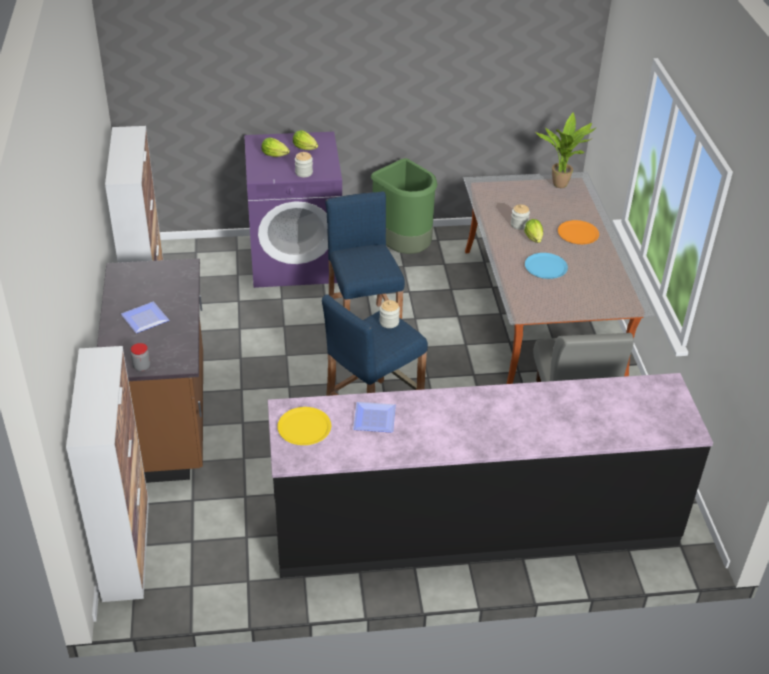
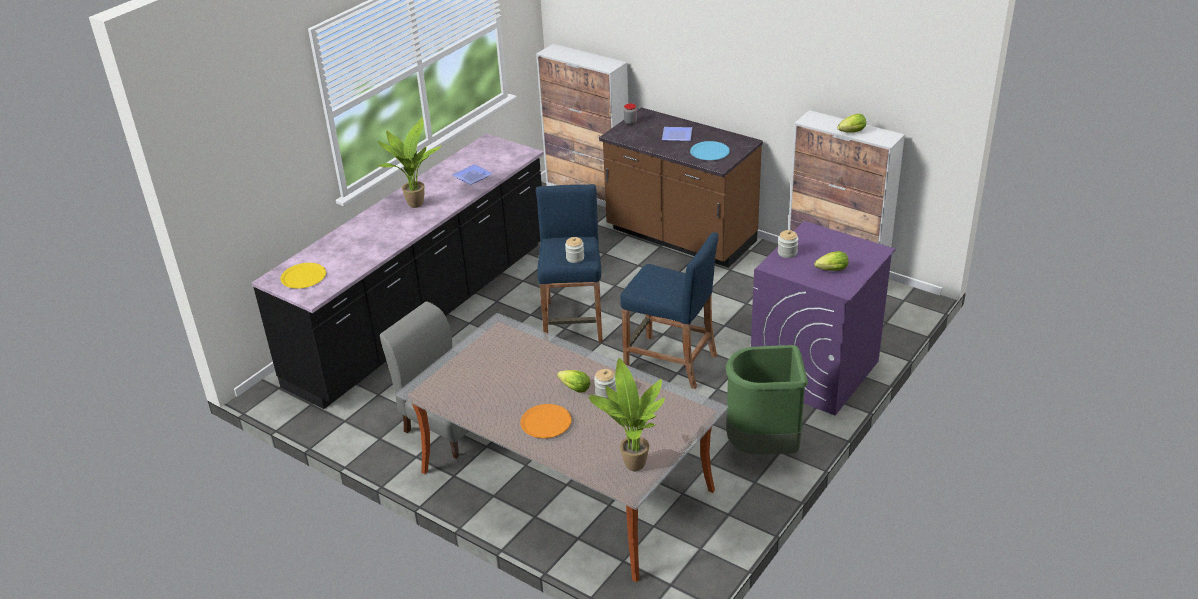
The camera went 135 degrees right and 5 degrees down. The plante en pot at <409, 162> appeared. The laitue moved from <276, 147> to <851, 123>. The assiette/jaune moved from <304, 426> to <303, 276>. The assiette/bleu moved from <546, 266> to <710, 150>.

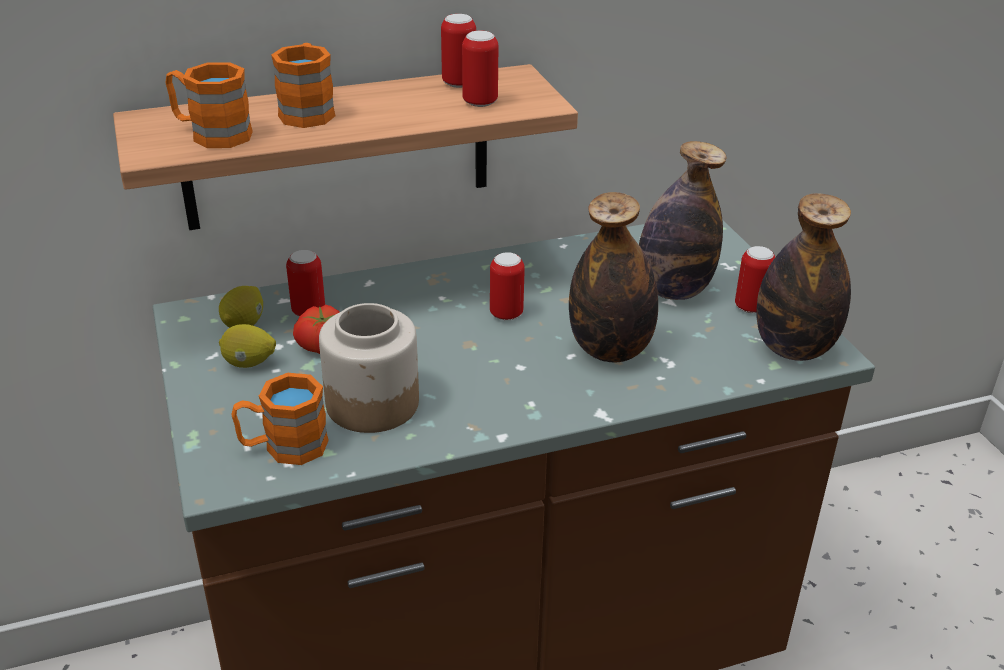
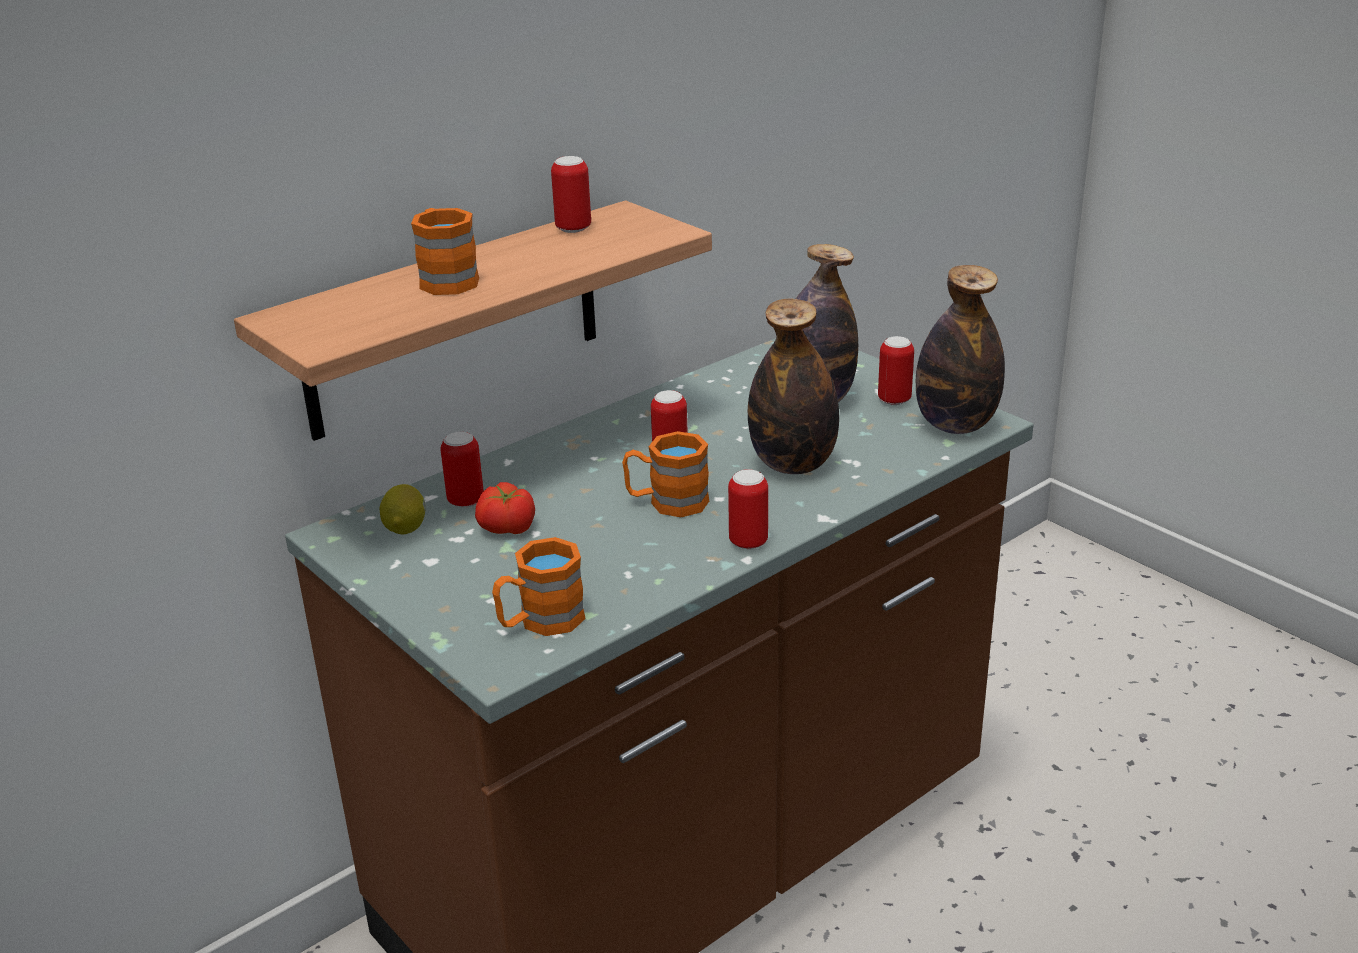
The camera went 20 degrees left and 5 degrees down. The citron at <247, 346> disappeared. The bocal at <369, 368> disappeared. The mug/orange moved from <209, 105> to <665, 474>. The boîte métallique moved from <480, 69> to <748, 509>.

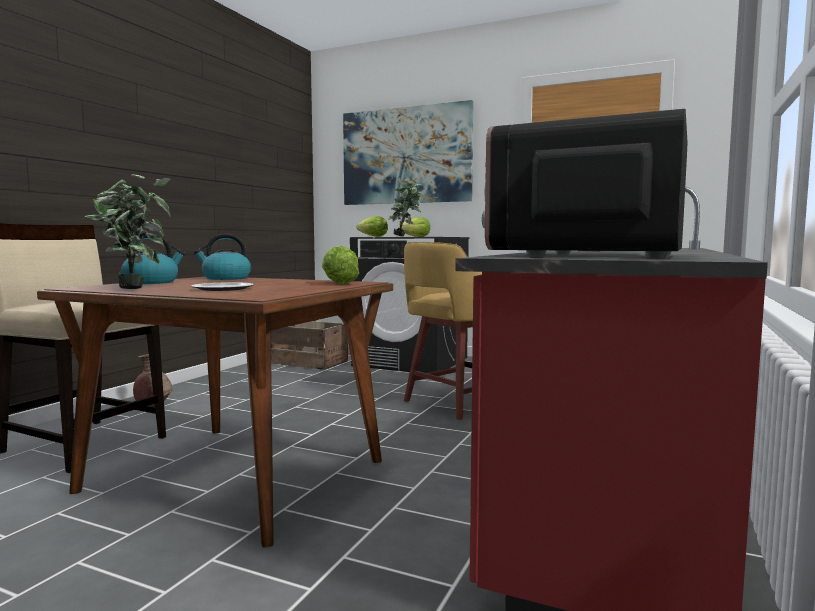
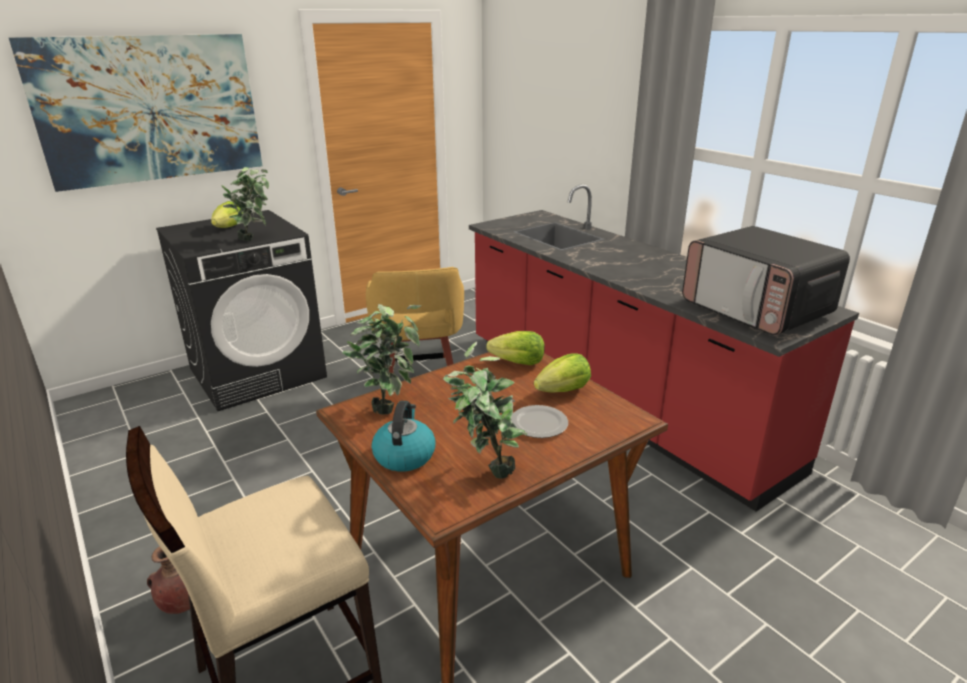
The camera went 60 degrees left and 20 degrees up. The caisse at <309, 345> disappeared. The laitue moved from <372, 226> to <562, 373>. The bouilloire at <222, 257> was replaced by the plante en pot at <382, 359>.

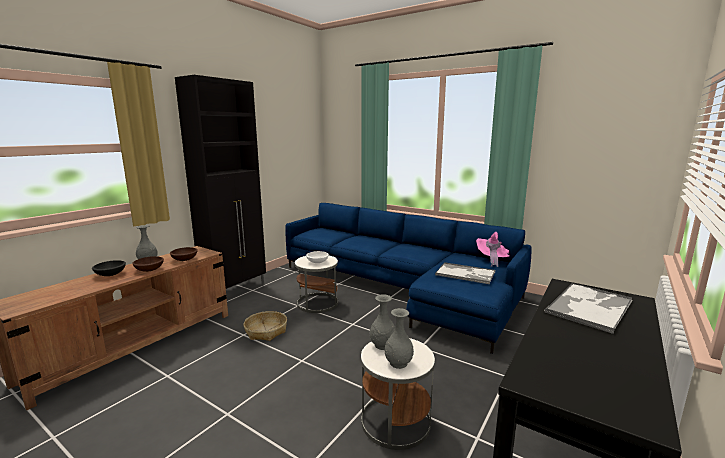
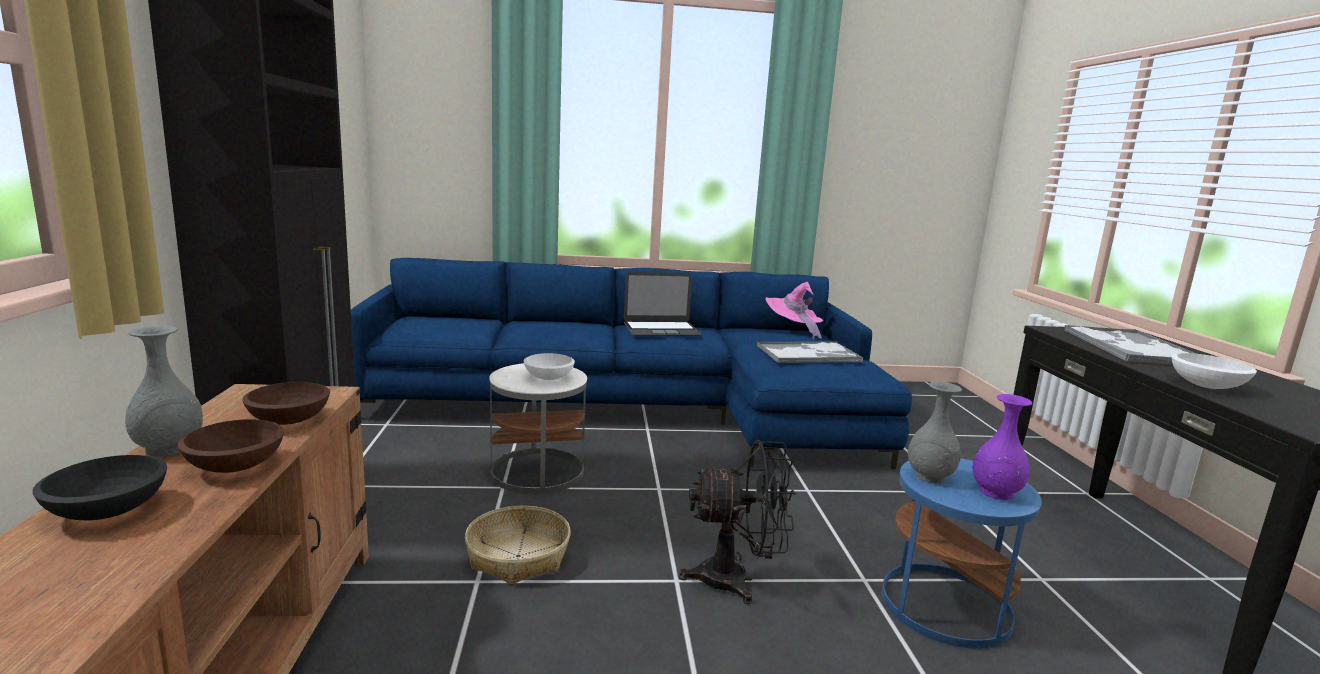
The camera went 40 degrees left and 0 degrees up. The ordinateur portable at <663, 304> appeared. The ventilateur/noir at <737, 522> appeared. The bol/blanc at <1214, 371> appeared. The table d'appoint/blanc at <398, 394> became the table d'appoint/bleu at <962, 553>. The vase/gris at <399, 338> became the vase/violet at <1002, 447>.

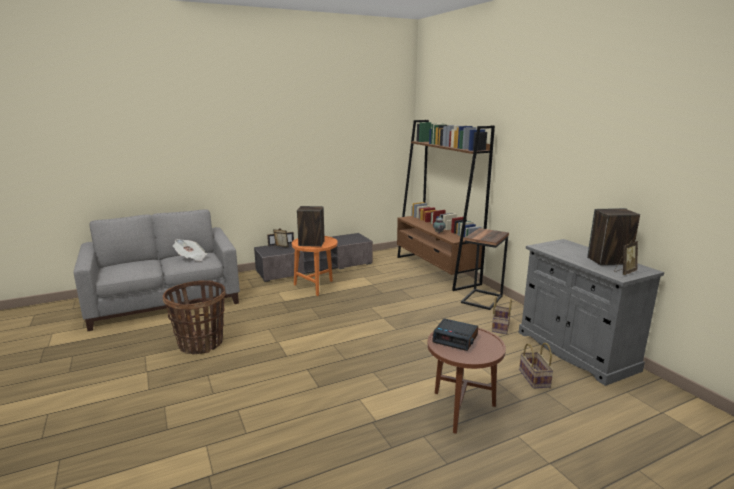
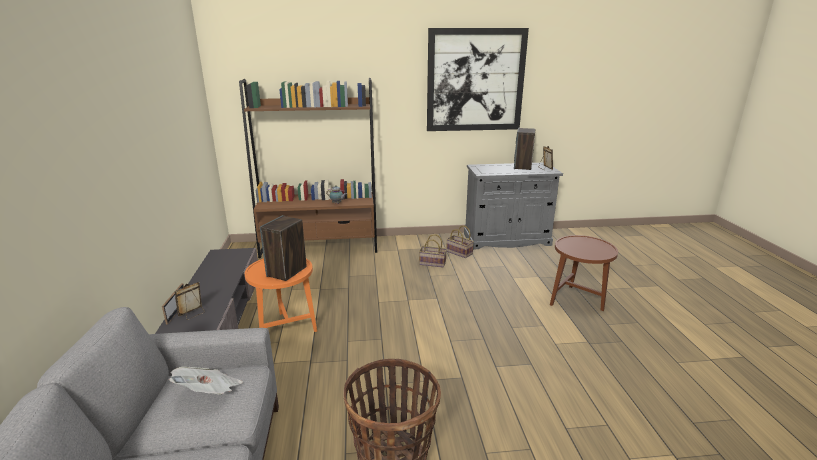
The camera went 70 degrees left and 5 degrees up. The réveil at <455, 334> disappeared. The table d'appoint at <485, 269> disappeared. The tableau at <478, 79> appeared. The panier moved from <536, 366> to <433, 251>.

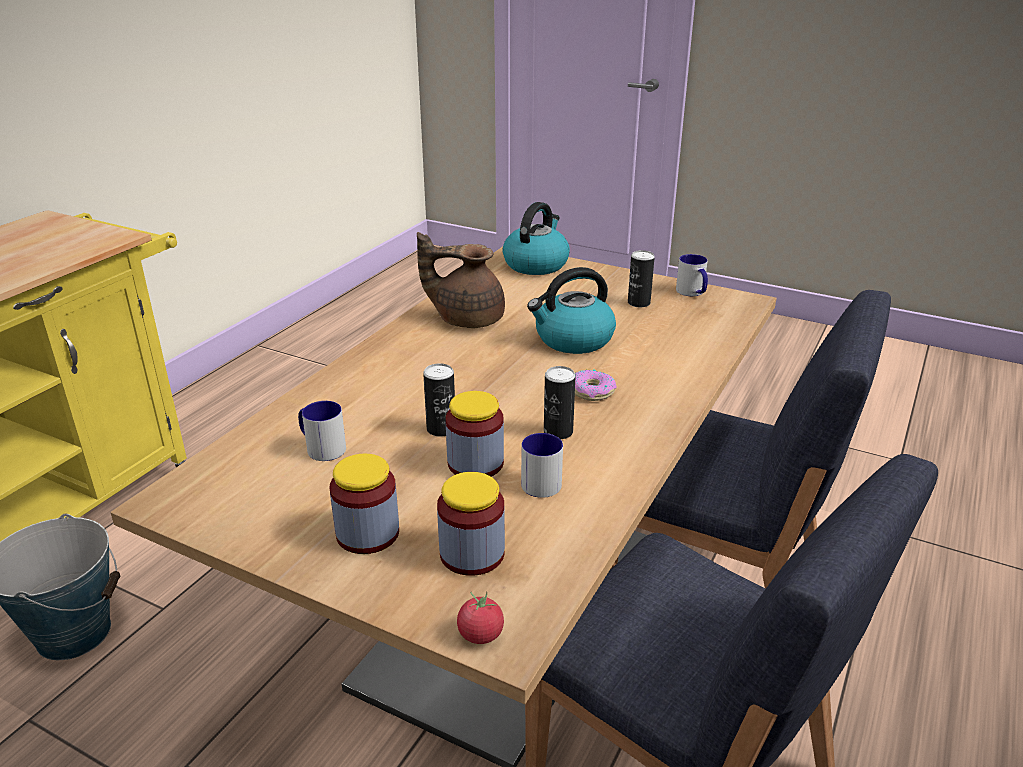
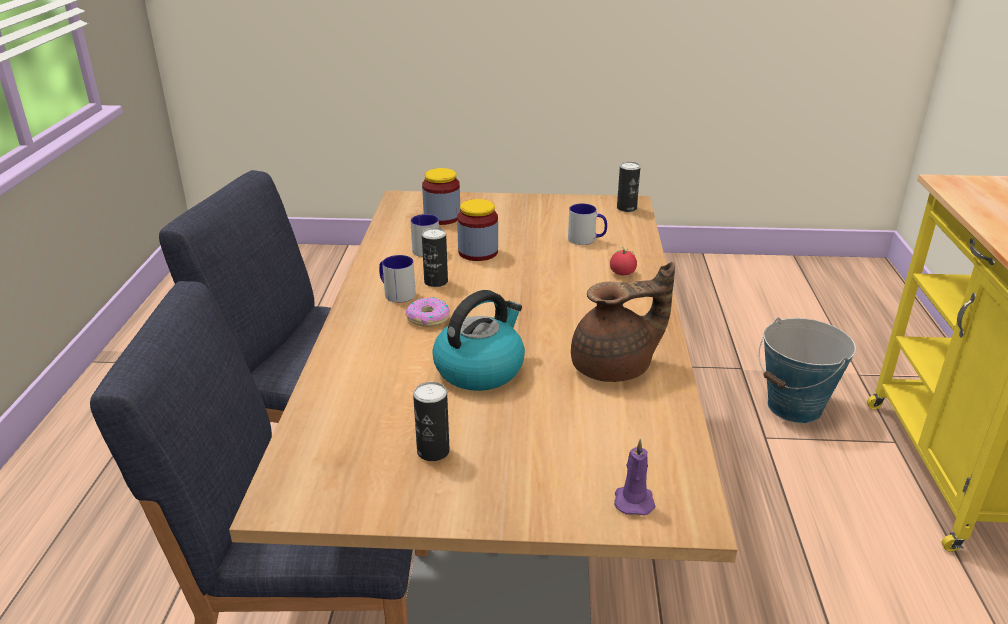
The camera went 155 degrees right and 0 degrees up. The bocal at <364, 504> disappeared. The boîte métallique moved from <439, 400> to <628, 187>. The tomate moved from <480, 617> to <623, 261>. The mug moved from <692, 275> to <397, 279>. The bouilloire at <536, 238> was replaced by the bougie/violet at <634, 476>.

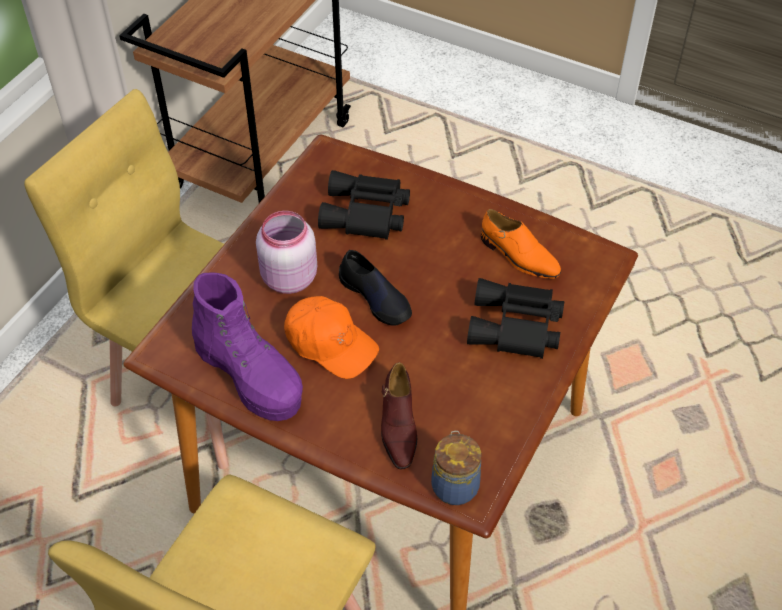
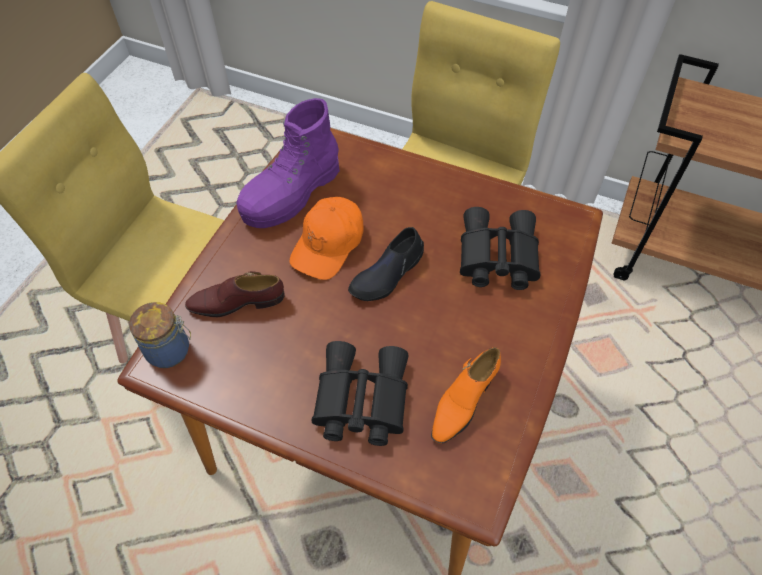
The camera went 85 degrees right and 5 degrees up. The bocal/rose at <286, 252> disappeared.

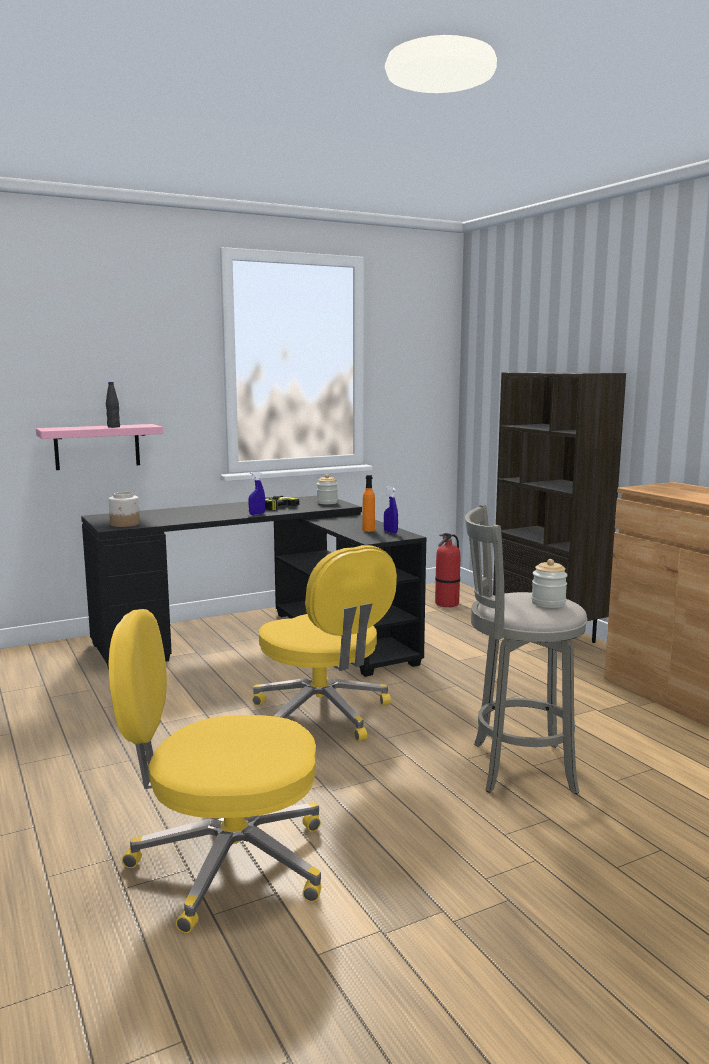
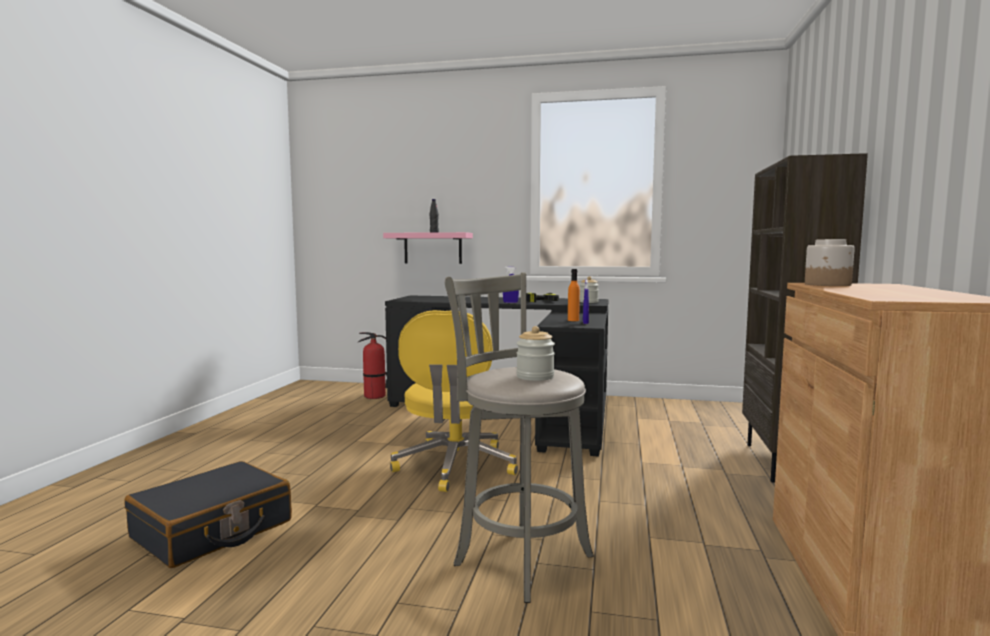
The camera went 40 degrees right and 5 degrees down. The bocal moved from <124, 509> to <830, 262>. The extincteur moved from <447, 570> to <372, 365>. The chaise de bureau/jaune at <215, 771> was replaced by the valise/noir at <208, 514>.

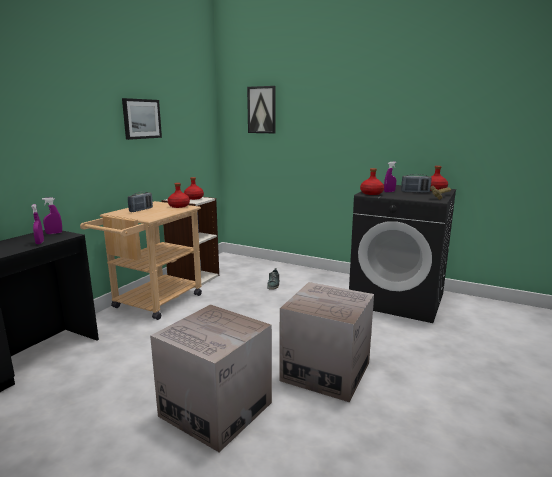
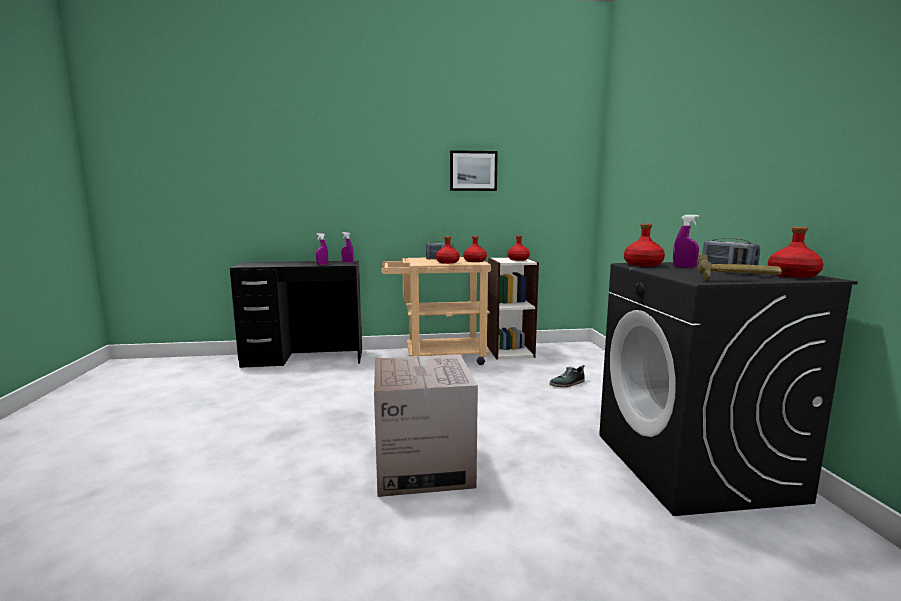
The camera went 55 degrees right and 5 degrees down. The carton at <211, 378> disappeared. The tableau at <261, 109> disappeared. The bouteille/rouge at <448, 250> appeared.

